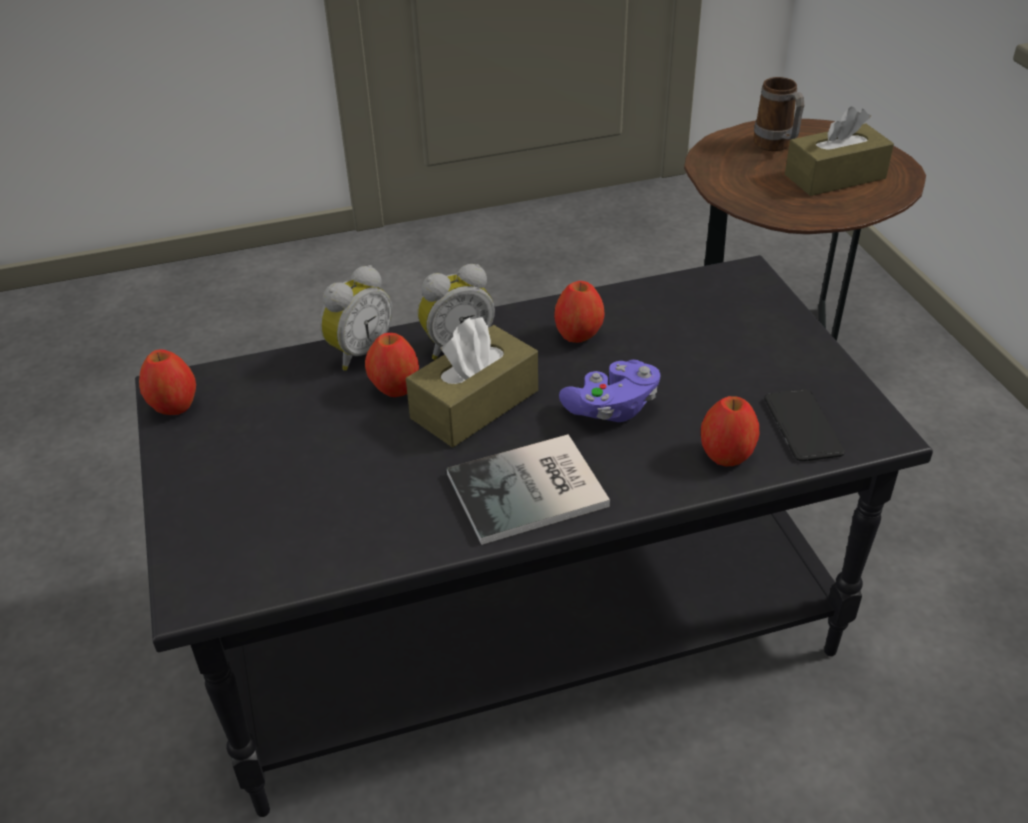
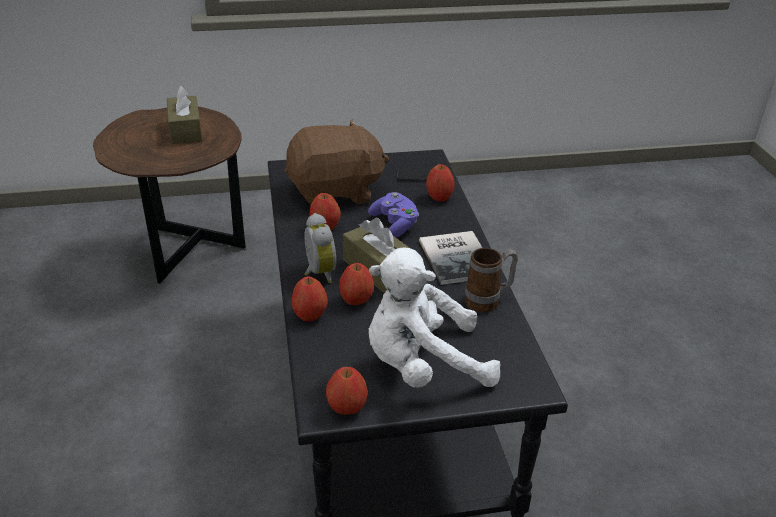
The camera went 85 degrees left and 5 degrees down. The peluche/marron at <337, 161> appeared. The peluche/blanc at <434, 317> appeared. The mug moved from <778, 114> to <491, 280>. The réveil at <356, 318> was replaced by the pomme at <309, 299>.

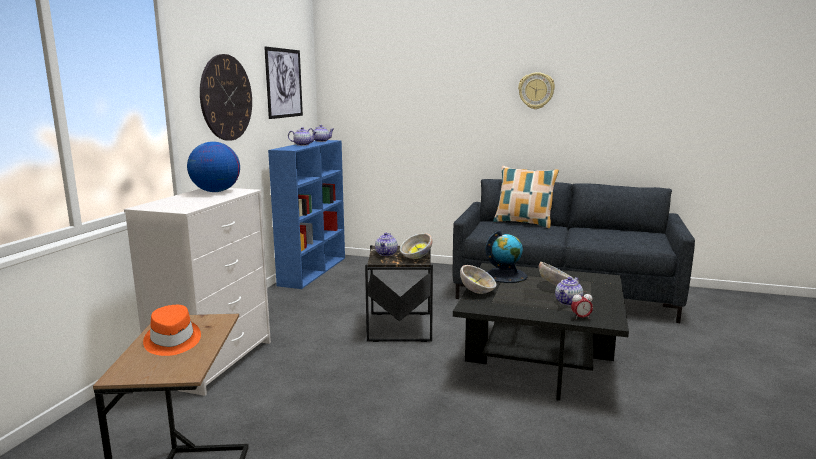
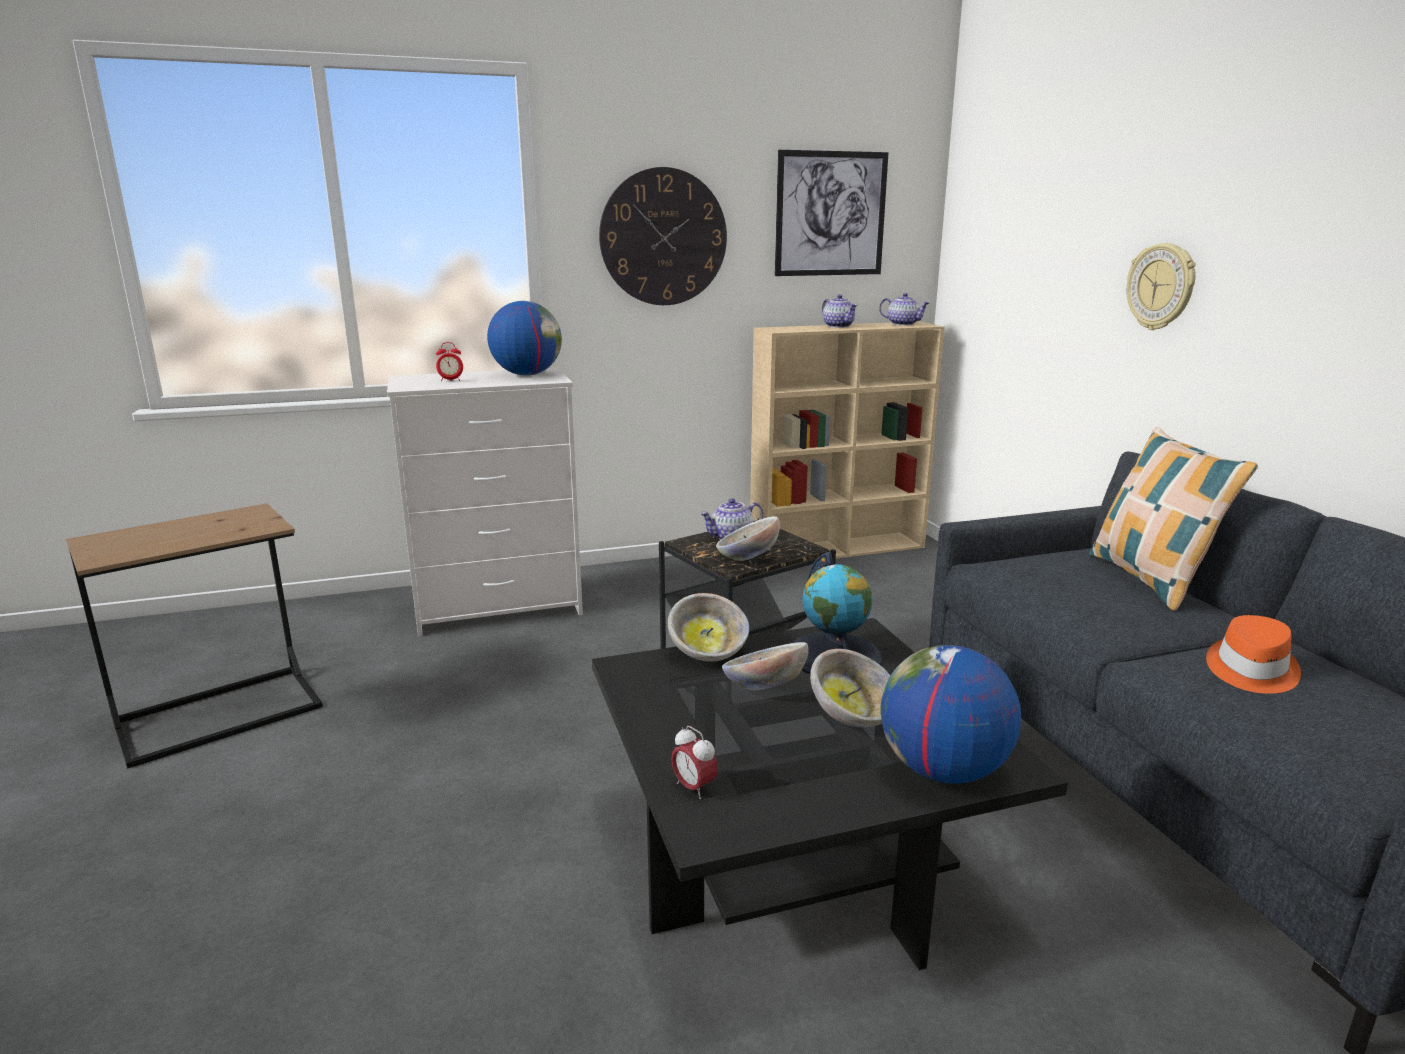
The camera went 55 degrees right and 5 degrees up. The théière at <569, 291> disappeared. The réveil at <449, 361> appeared. The bol at <765, 666> appeared. The globe at <951, 714> appeared. The chapeau/orange moved from <172, 330> to <1253, 654>. The horloge murale moved from <536, 90> to <1161, 286>. The bibliothèque/bleu at <306, 214> became the bibliothèque/beige at <847, 440>.

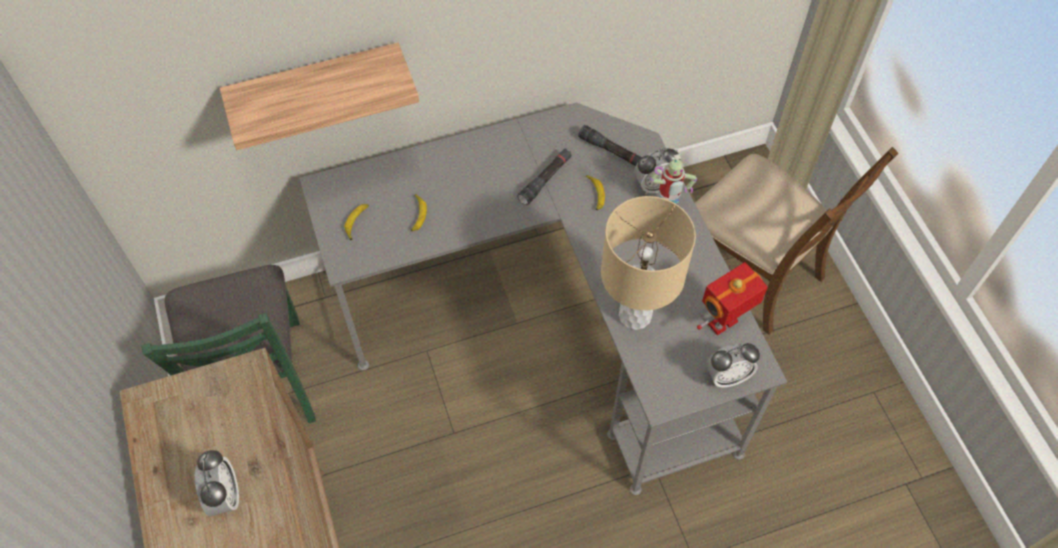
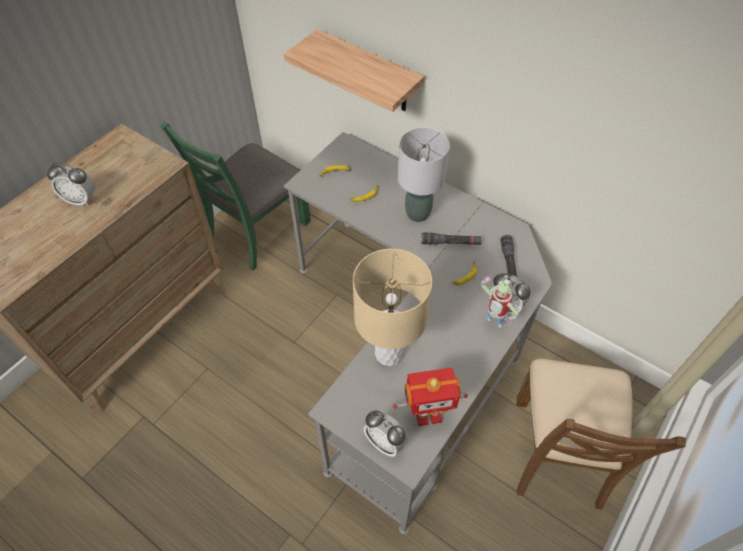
The camera went 55 degrees right and 5 degrees down. The lampe de table/gris at <424, 174> appeared. The réveil at <217, 483> turned 60 degrees clockwise. The robot jouet at <732, 299> turned 150 degrees clockwise.

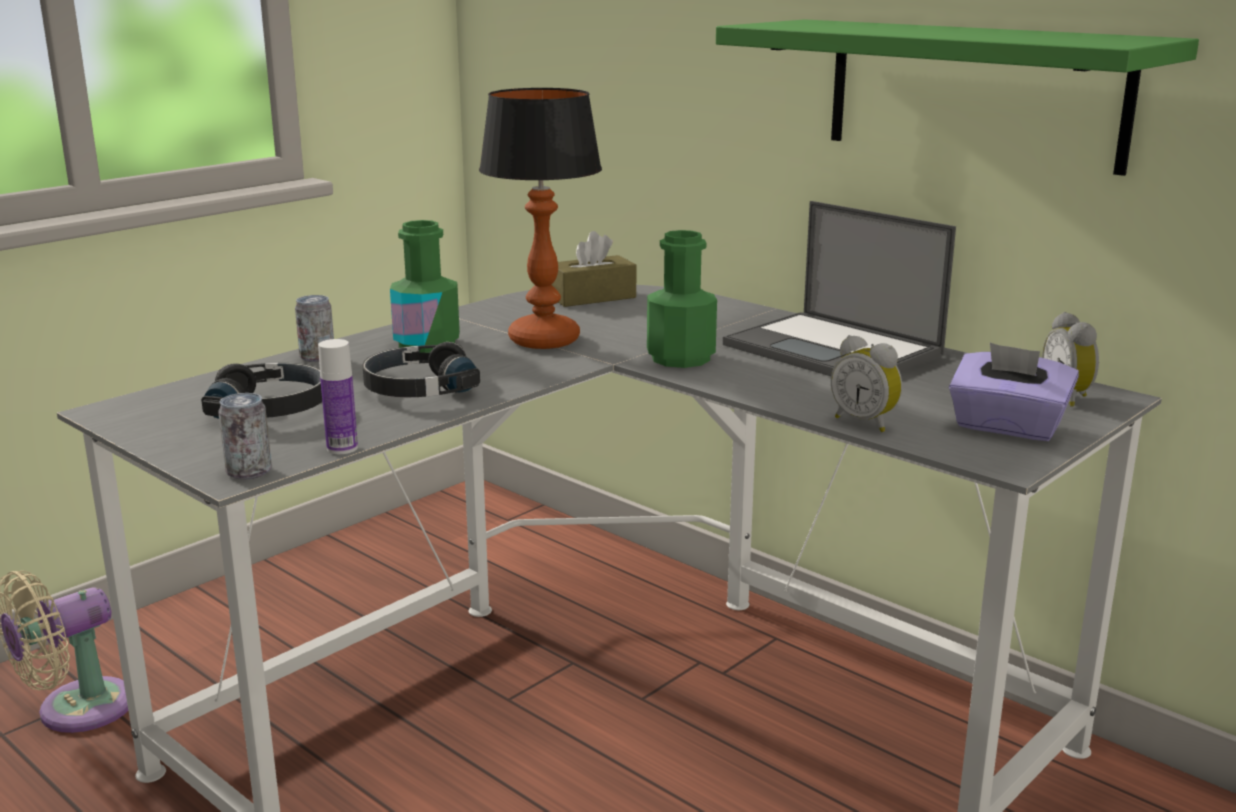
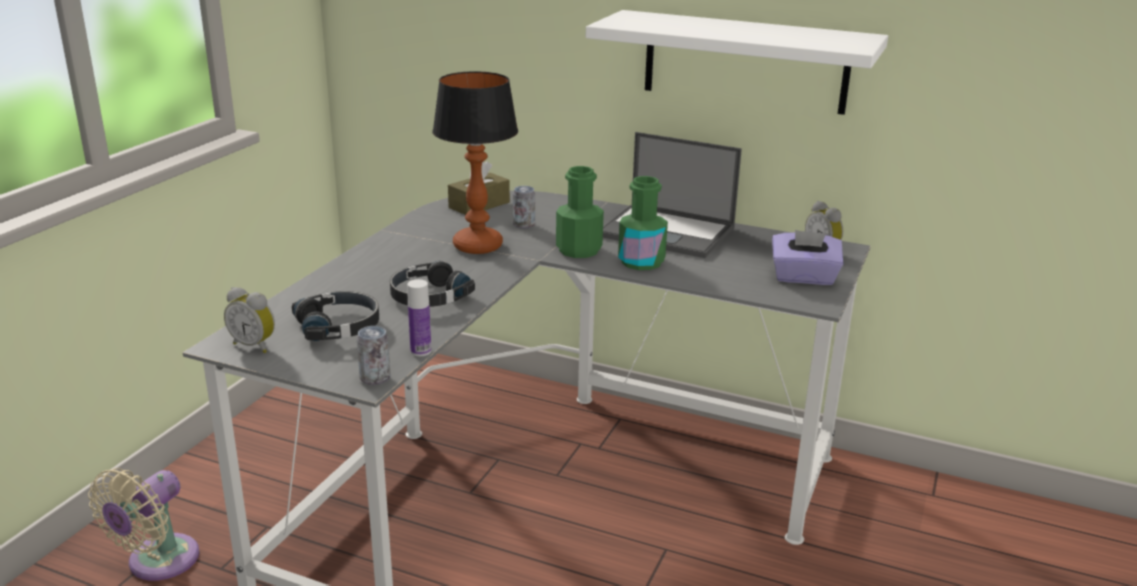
The camera went 20 degrees left and 5 degrees up. The boîte métallique moved from <314, 328> to <524, 207>. The bouteille/vert moved from <425, 286> to <643, 223>. The réveil moved from <866, 383> to <249, 320>. The étagère/vert at <957, 97> became the étagère/blanc at <737, 62>.

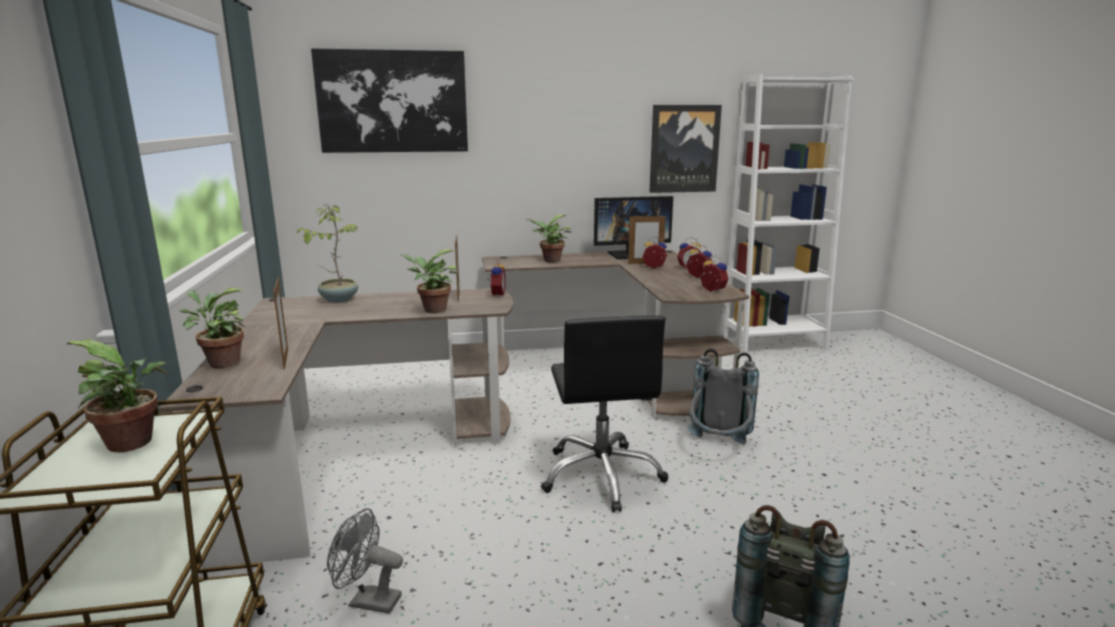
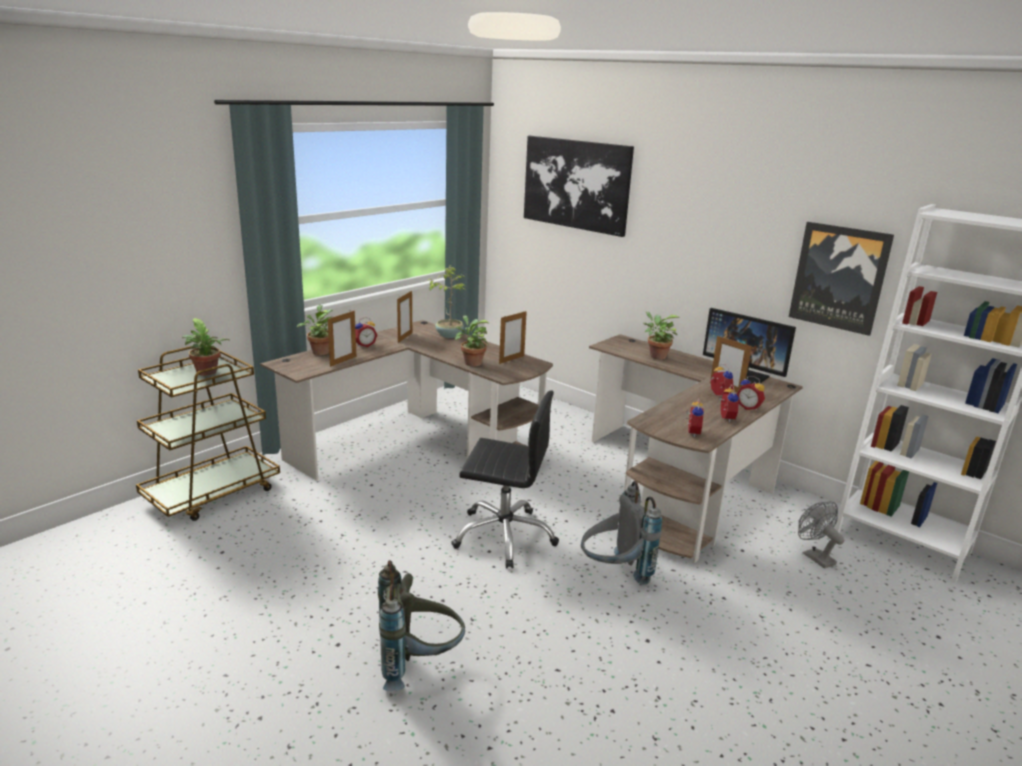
The camera went 50 degrees right and 5 degrees up. The cadre photo at <404, 317> appeared. The ventilateur/gris moved from <365, 561> to <821, 535>. The réveil moved from <497, 278> to <366, 332>. The chaise de bureau/noir at <604, 413> turned 120 degrees counterclockwise.

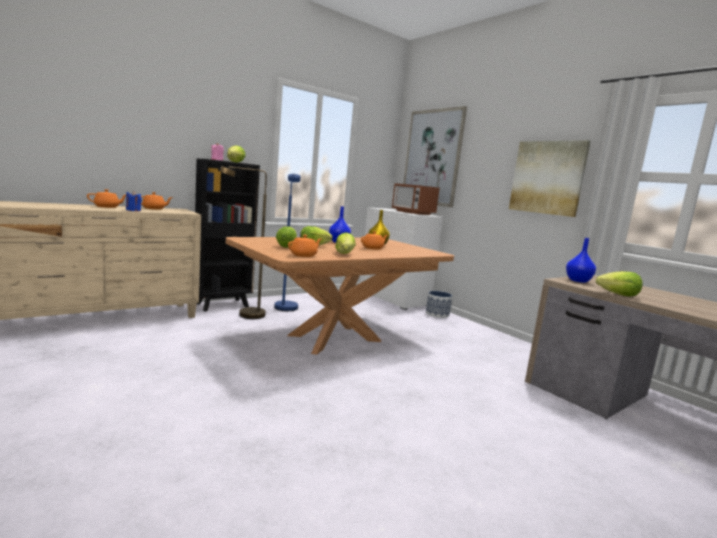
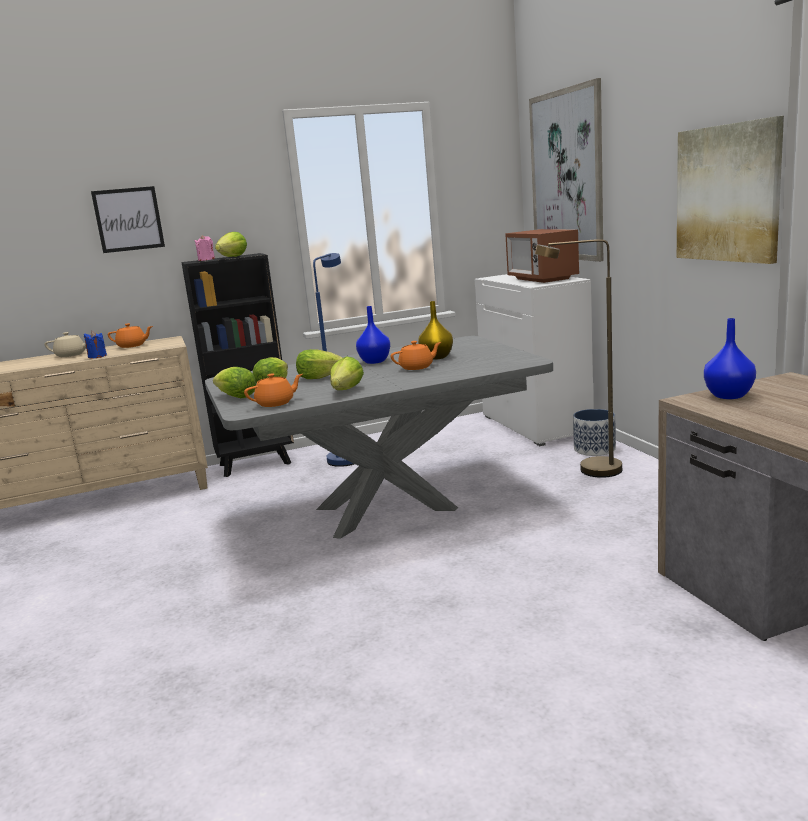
The camera went 20 degrees right and 5 degrees up. The tableau at <128, 219> appeared. The lampadaire/marron moved from <243, 242> to <578, 358>. The laitue moved from <619, 284> to <234, 382>. The théière/orange at <106, 198> became the théière/beige at <65, 344>. The table à manger/marron at <340, 296> became the table à manger/gris at <379, 437>.

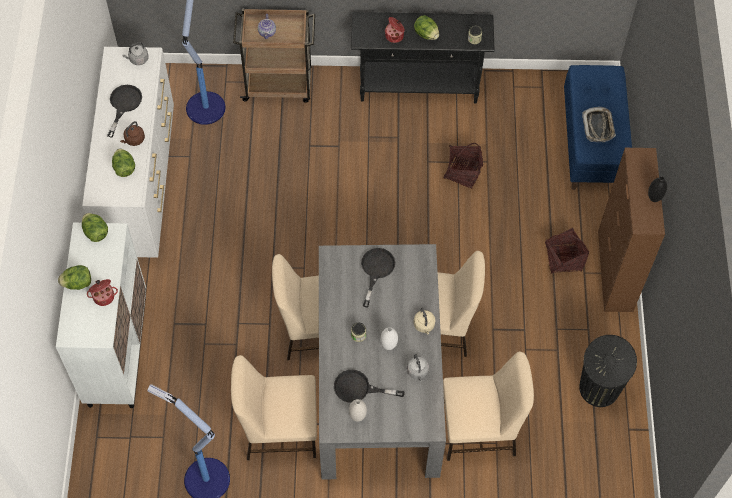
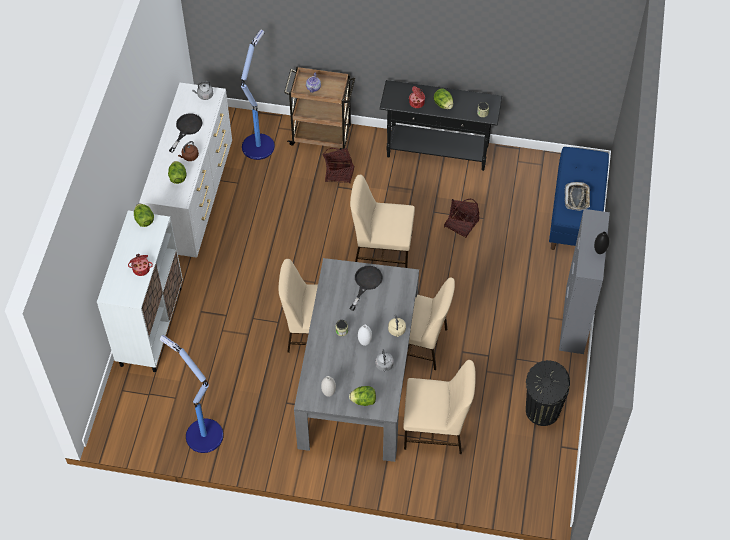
The camera went 10 degrees right and 5 degrees down. The poêle/noir at <369, 386> disappeared. The laitue moved from <74, 277> to <362, 396>. The chaise/beige moved from <274, 407> to <382, 221>. The panier moved from <567, 251> to <338, 166>. The meuble de rangement/marron at <631, 230> became the meuble de rangement/gris at <584, 281>.

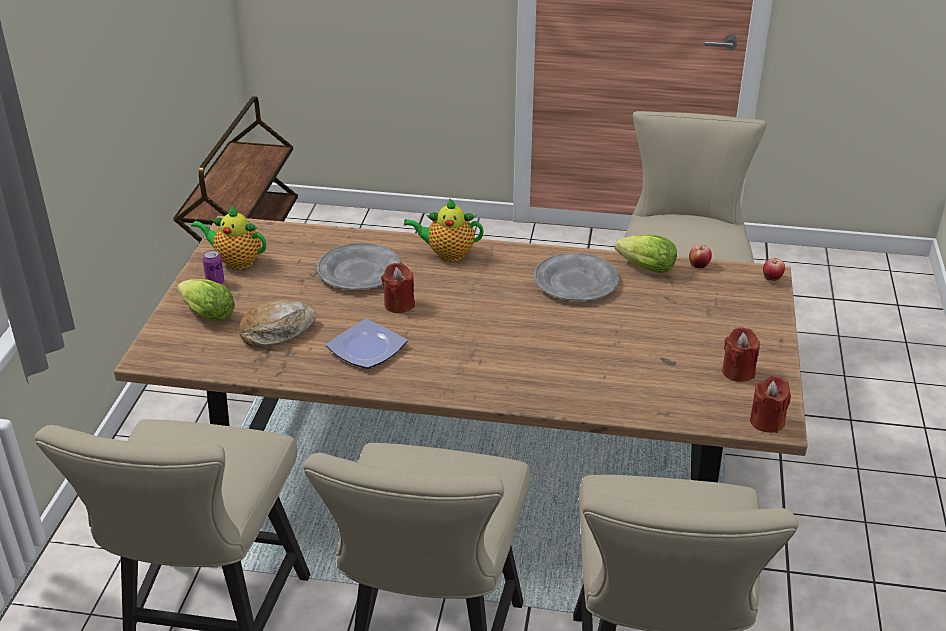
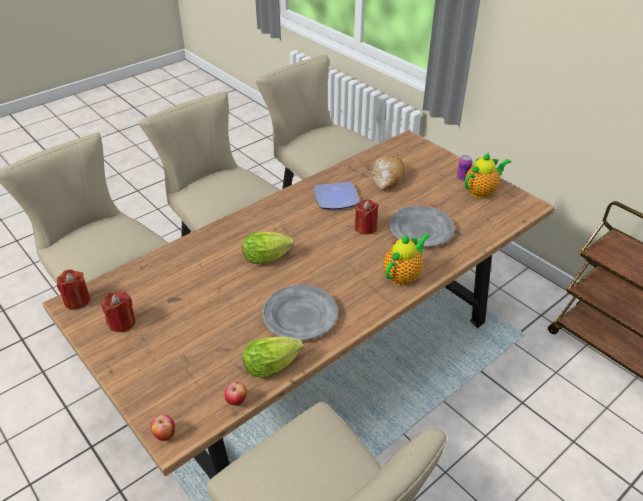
The camera went 130 degrees right and 5 degrees up. The laitue moved from <206, 300> to <268, 248>.

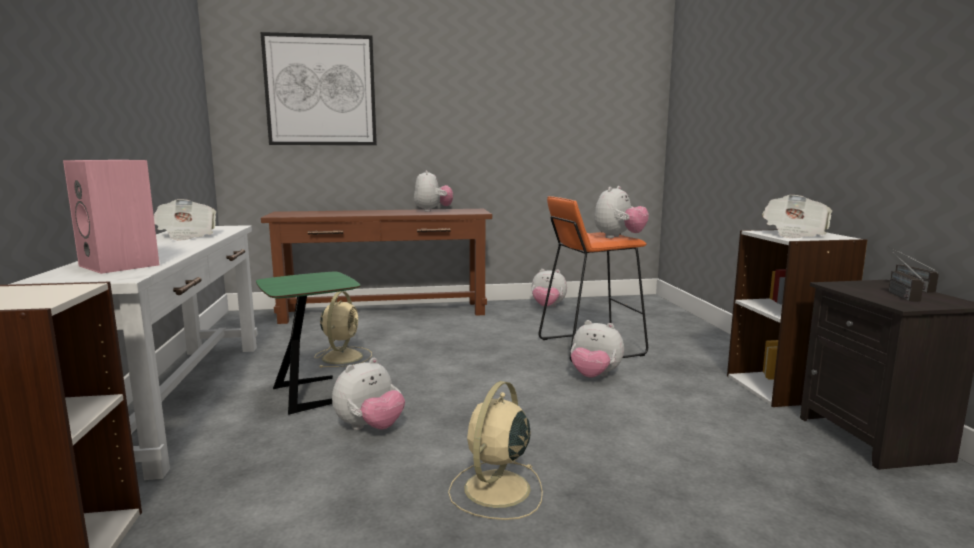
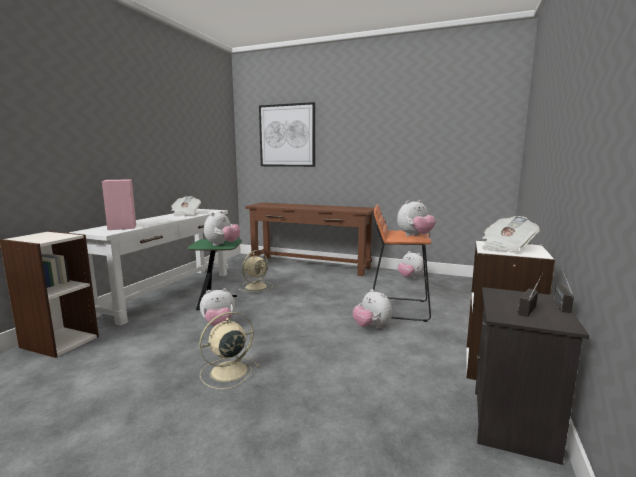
The camera went 30 degrees right and 0 degrees up. The peluche moved from <433, 191> to <222, 228>.

